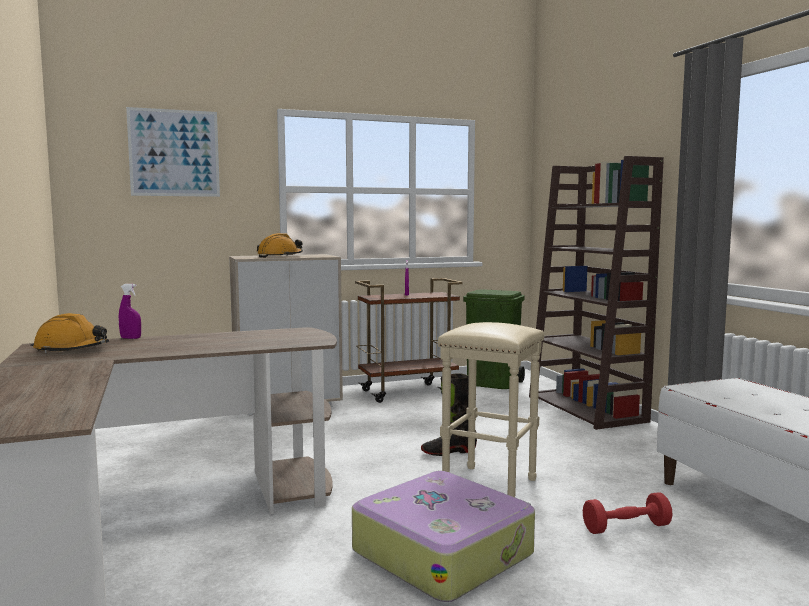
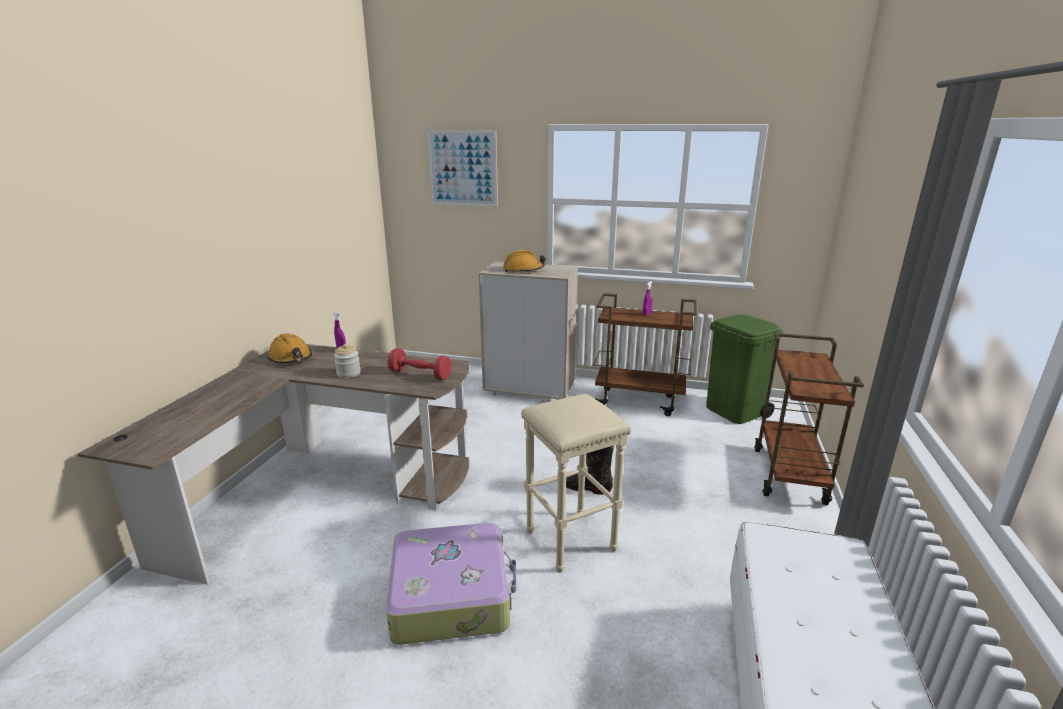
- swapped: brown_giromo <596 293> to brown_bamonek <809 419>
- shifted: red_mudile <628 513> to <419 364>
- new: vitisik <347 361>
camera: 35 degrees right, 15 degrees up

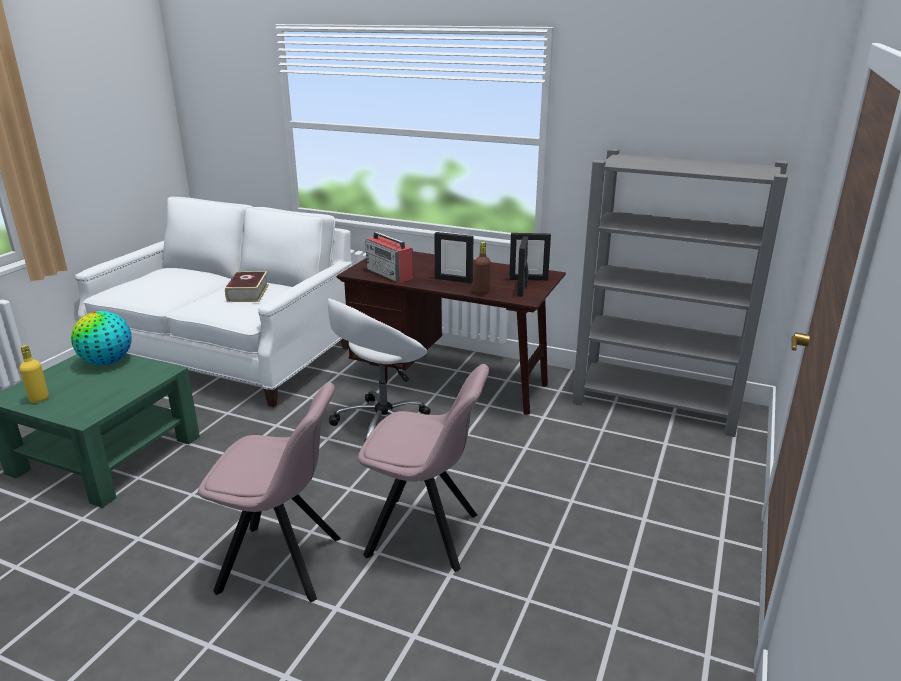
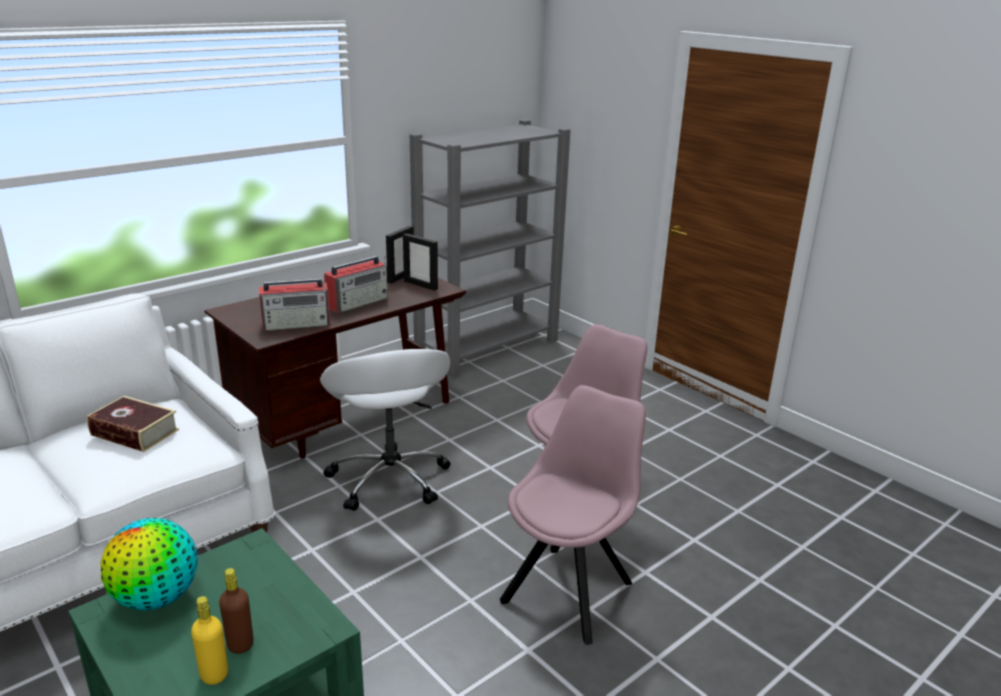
- swapped: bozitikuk <453 257> to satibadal <356 284>
- shifted: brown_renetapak <483 268> to <236 611>
camera: 65 degrees left, 0 degrees up

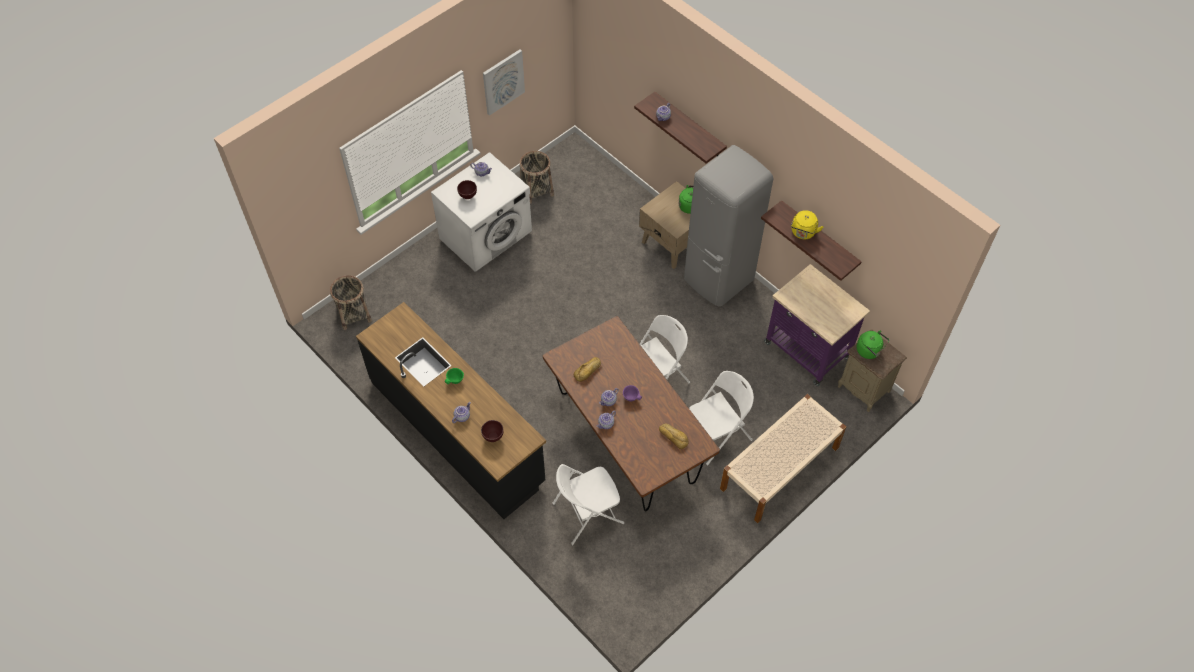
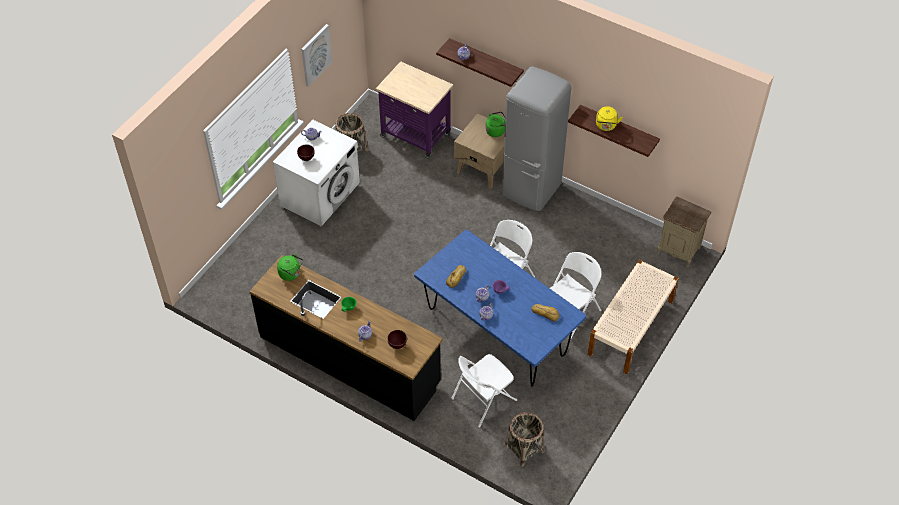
- shifted: purple_bamonek <817 325> to <414 110>
- shifted: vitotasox <351 303> to <525 439>
- repainted: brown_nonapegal <631 414> to blue_nonapegal <500 308>
- shifted: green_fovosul <873 344> to <290 267>
camera: 15 degrees left, 5 degrees down

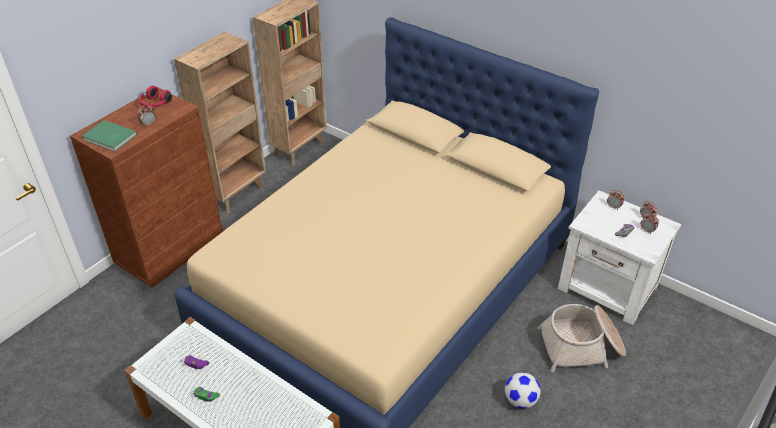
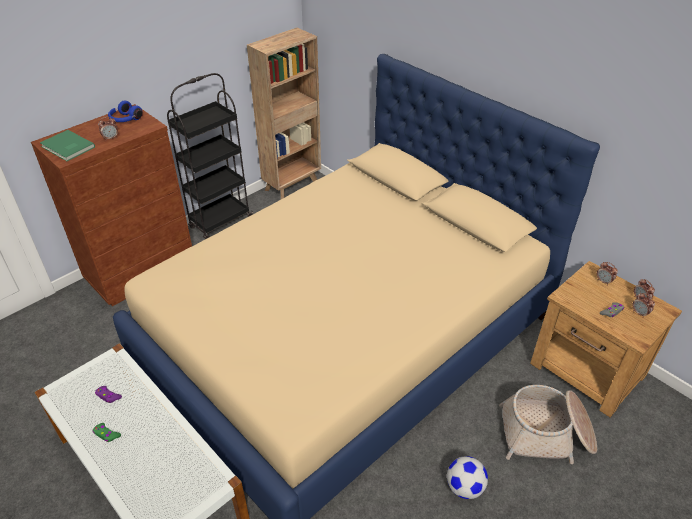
- swapped: brown_giromo <220 122> to black_bamonek <211 156>
- repainted: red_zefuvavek <155 97> to blue_zefuvavek <125 111>
- repainted: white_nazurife <619 258> to brown_nazurife <606 339>
camera: 10 degrees right, 0 degrees up

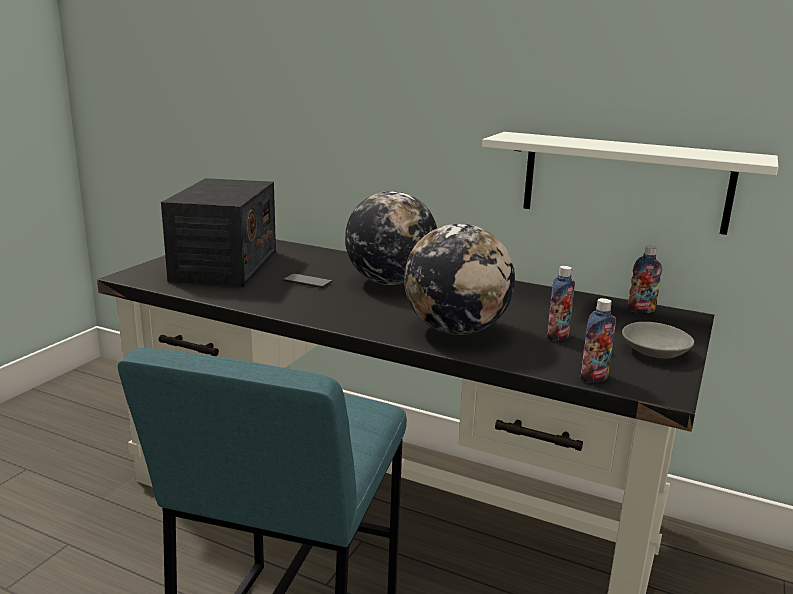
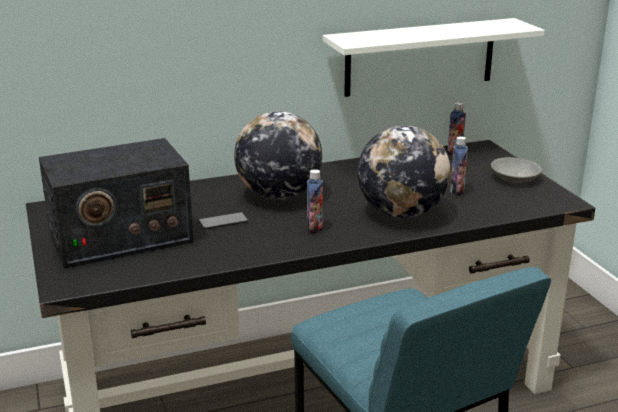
- rotated: satibadal <218 232> = <116 203> 105 degrees clockwise
- shifted: renetapak <598 340> to <315 201>
camera: 45 degrees left, 5 degrees up

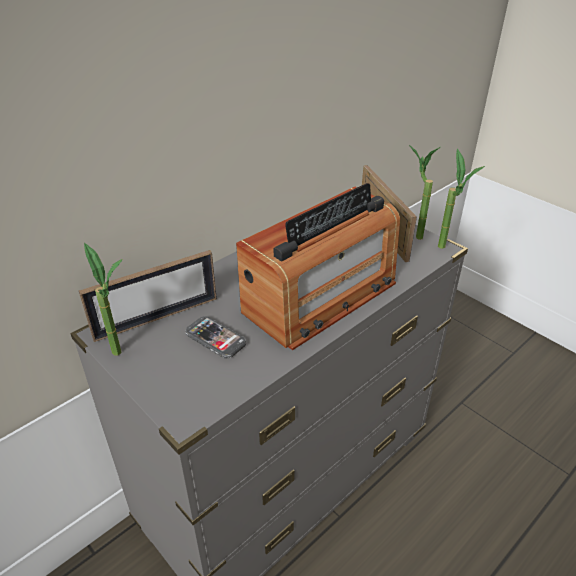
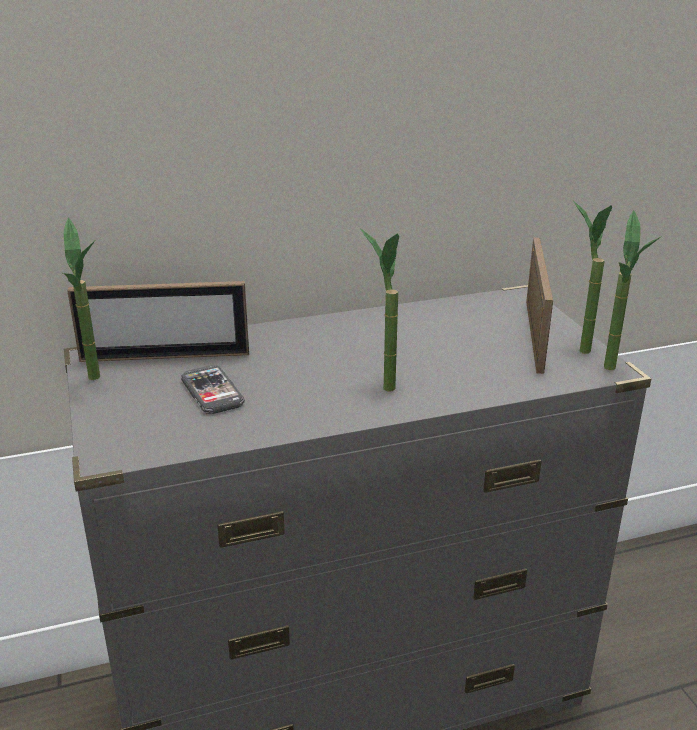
- swapped: satibadal <318 266> to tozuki <379 310>
camera: 25 degrees right, 10 degrees down

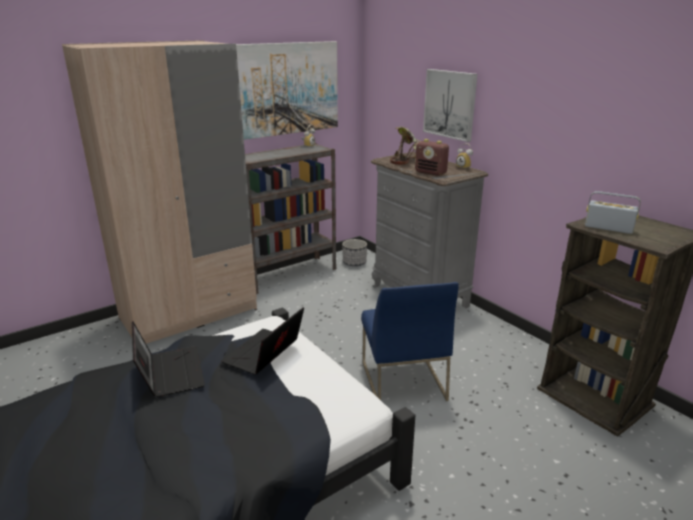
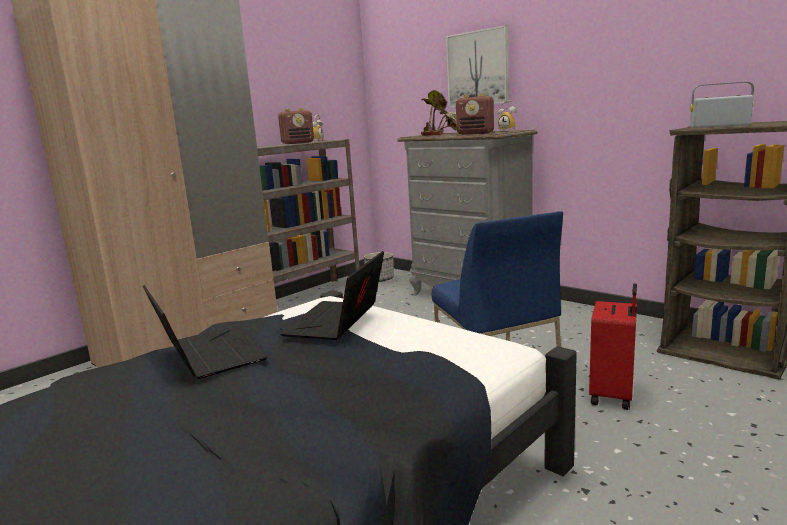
- gone: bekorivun <287 90>
- new: satibadal <296 126>
- new: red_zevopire <613 346>
camera: 10 degrees left, 10 degrees down

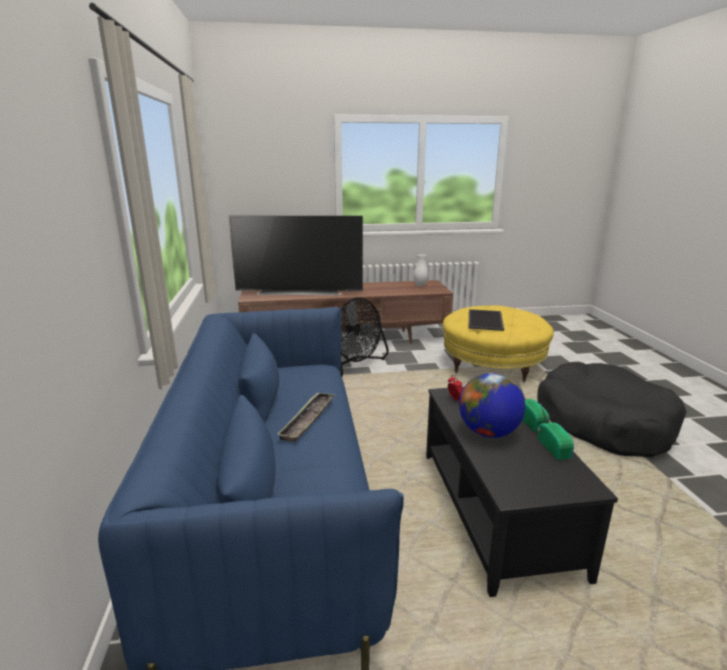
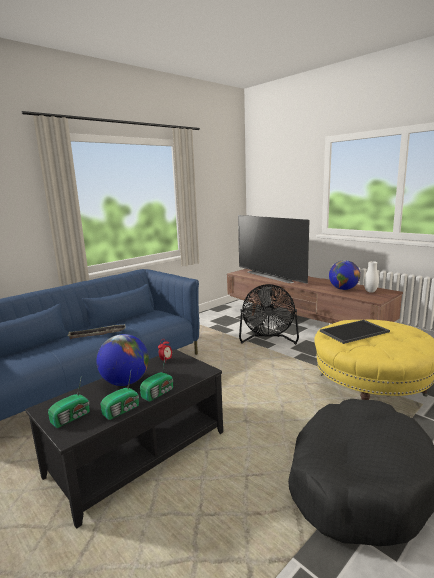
- new: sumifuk <344 275>
- new: satibadal <69 401>
camera: 55 degrees right, 5 degrees down

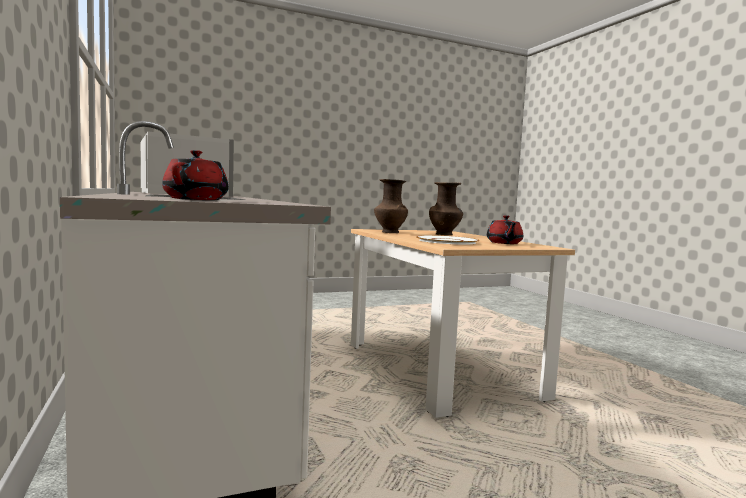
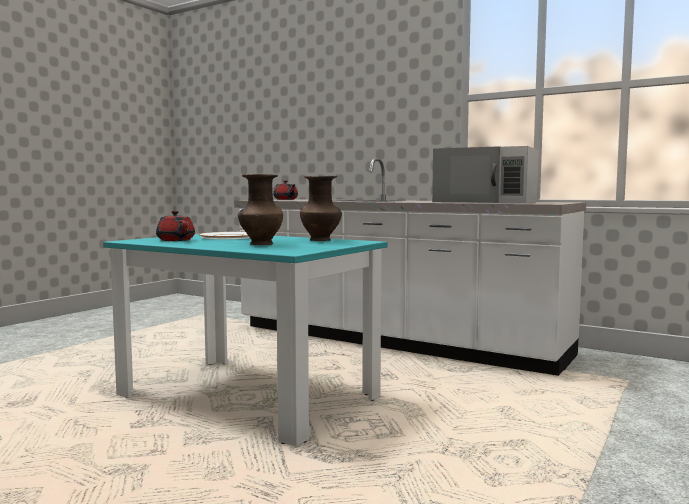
- repainted: beige_nonapegal <463 323> to turquoise_nonapegal <245 340>
camera: 145 degrees right, 0 degrees up

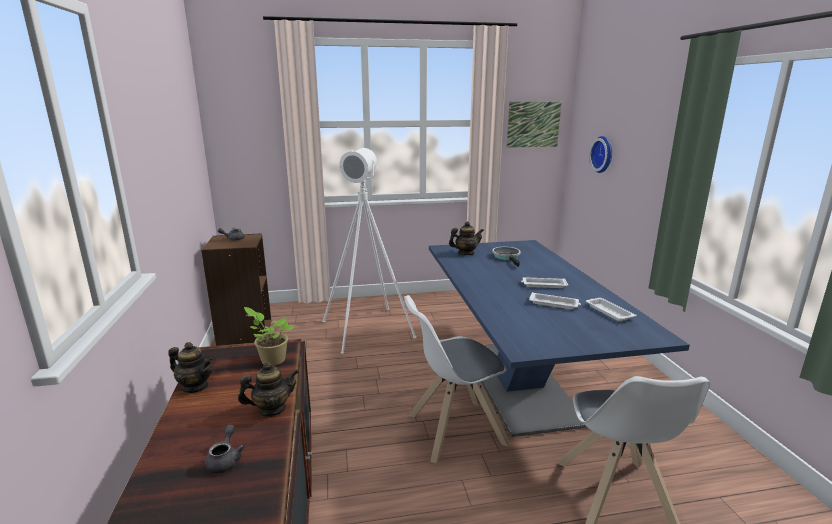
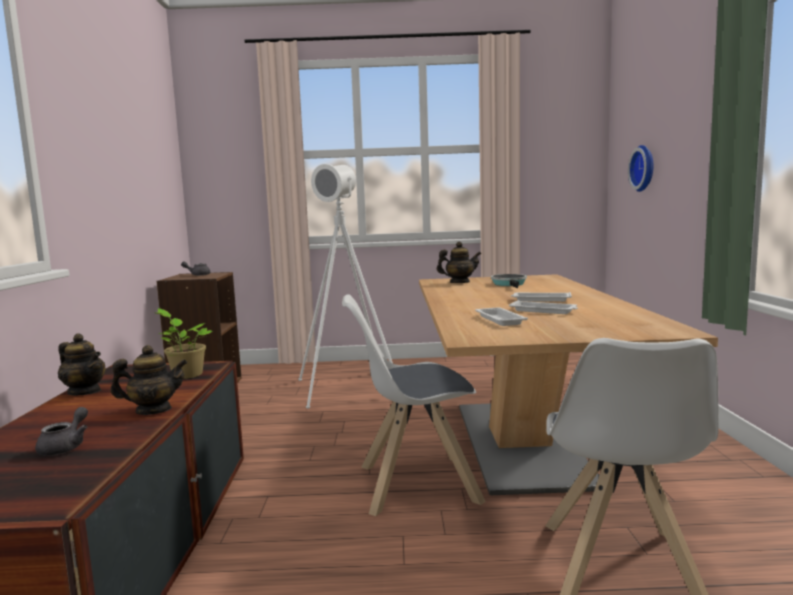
- gone: bekorivun <533 125>
- repainted: blue_nonapegal <559 338> to beige_nonapegal <568 384>
- shifted: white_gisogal <611 309> to <501 316>
camera: 10 degrees right, 10 degrees down

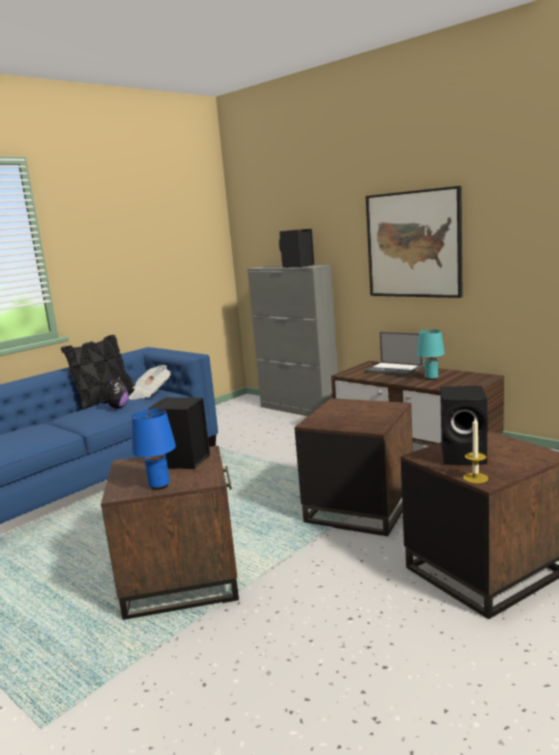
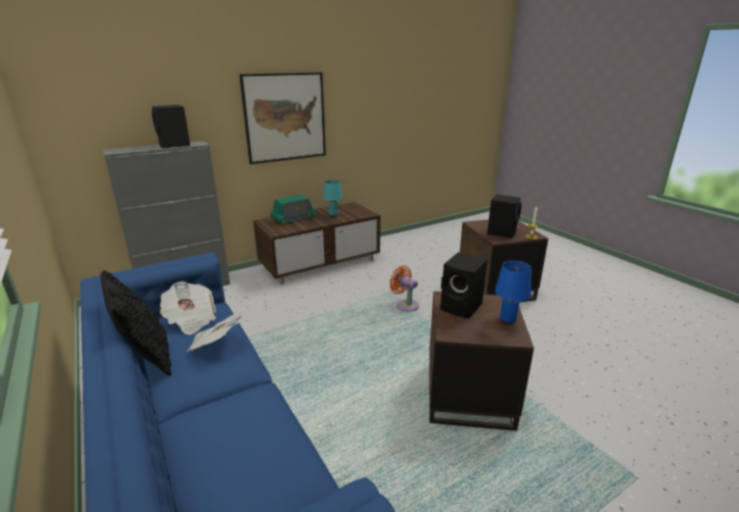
- swapped: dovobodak <394 354> to satibadal <294 209>
- swapped: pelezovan <114 392> to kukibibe <215 331>
- swapped: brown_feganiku <353 467> to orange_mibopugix <404 288>
camera: 75 degrees left, 10 degrees up

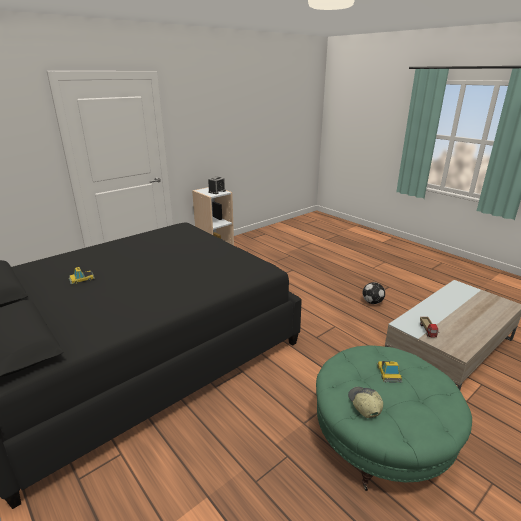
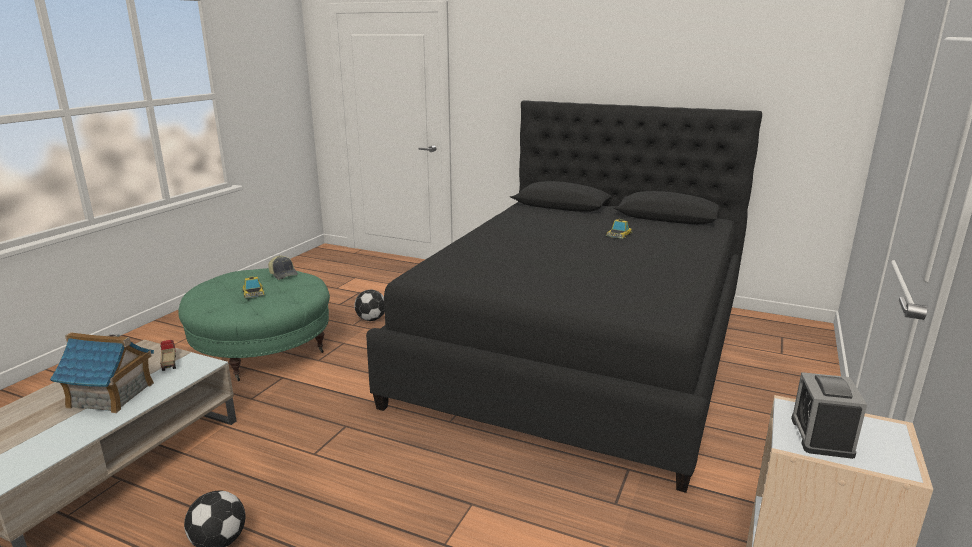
- new: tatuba <369 305>
- new: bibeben <102 372>
camera: 155 degrees right, 5 degrees down

